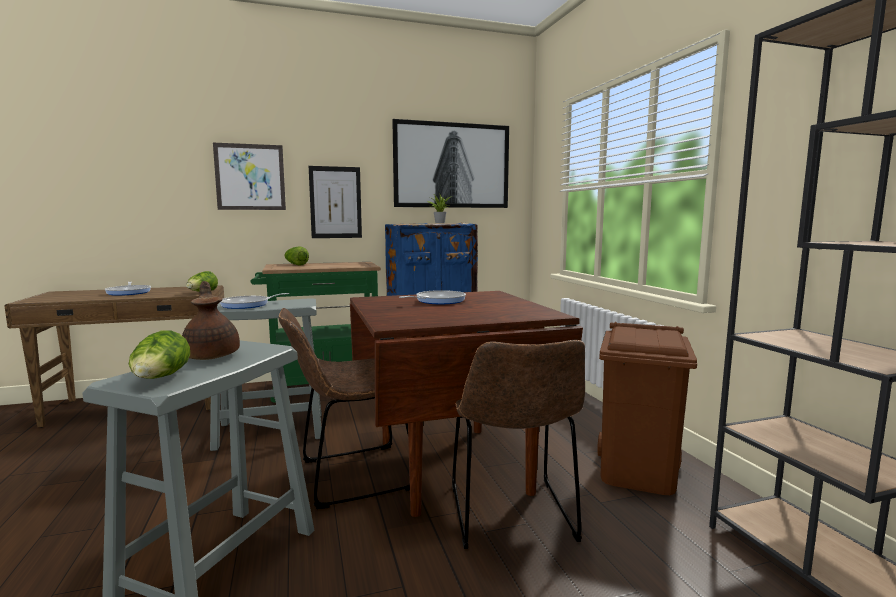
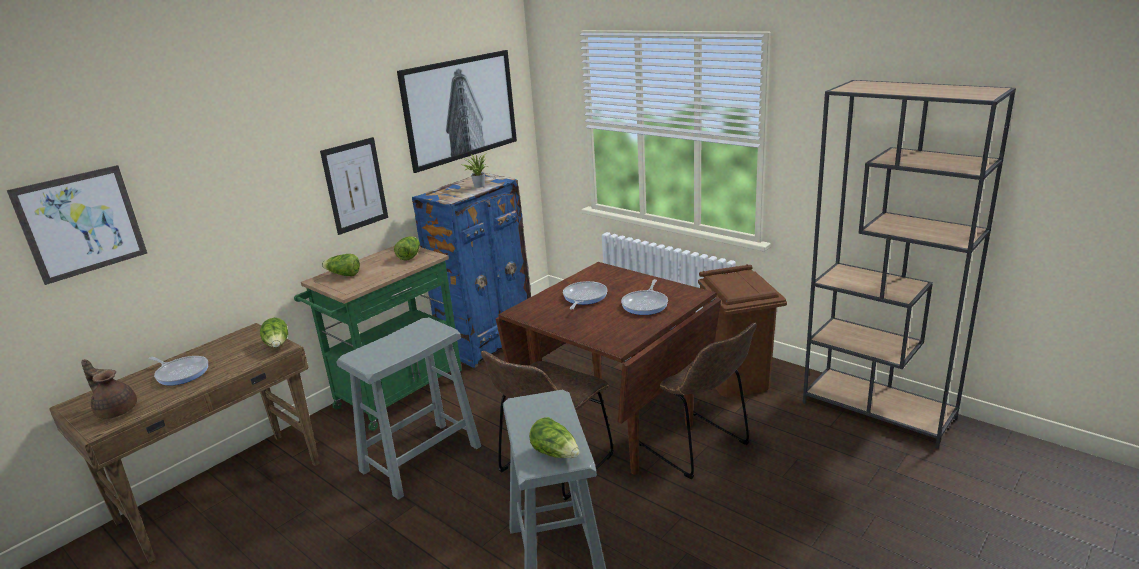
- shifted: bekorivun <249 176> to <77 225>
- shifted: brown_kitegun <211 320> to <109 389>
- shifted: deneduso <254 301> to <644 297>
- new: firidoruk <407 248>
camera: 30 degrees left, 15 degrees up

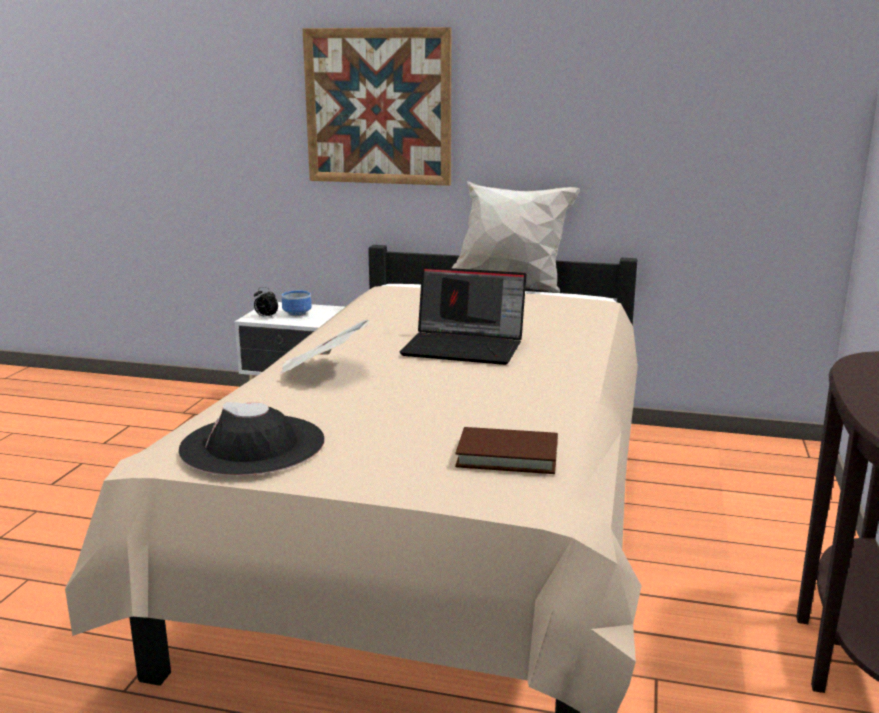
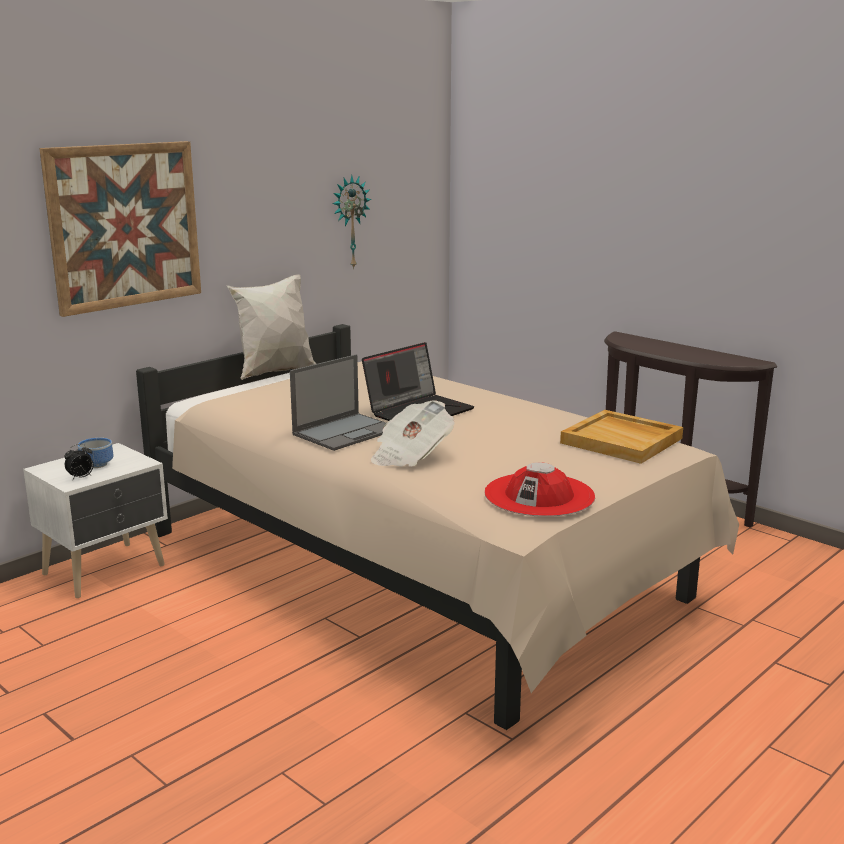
- repainted: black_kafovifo <251 439> to red_kafovifo <539 489>
- swapped: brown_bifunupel <506 450> to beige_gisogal <621 437>
- new: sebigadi <352 222>
- new: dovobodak <338 402>
camera: 60 degrees left, 0 degrees up

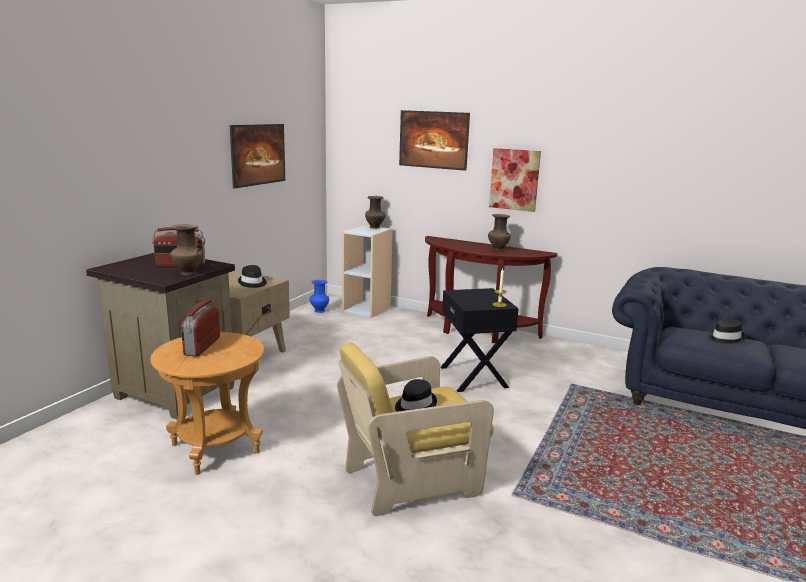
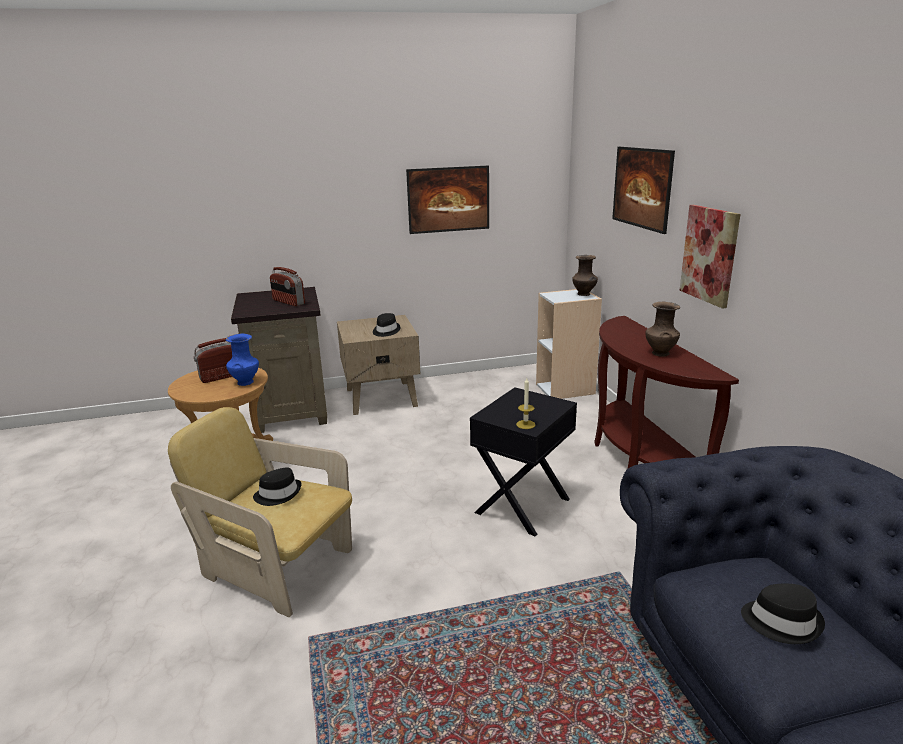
- gone: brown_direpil <186 249>
- shifted: blue_direpil <319 296> to <242 360>
camera: 50 degrees right, 5 degrees up

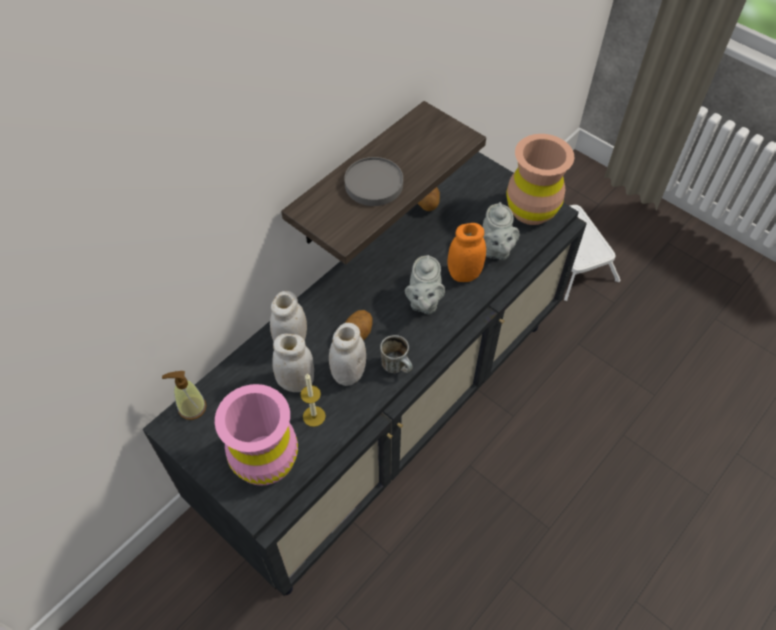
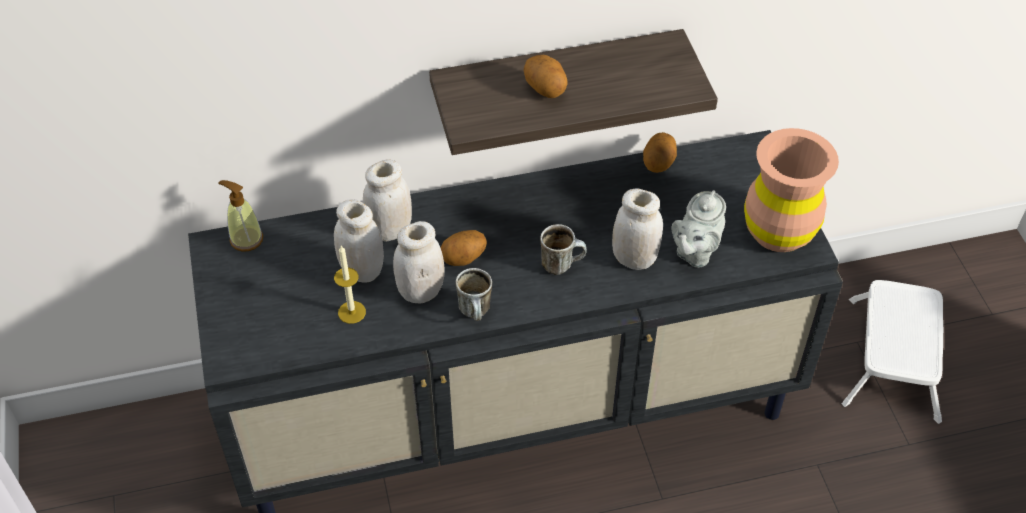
- swapped: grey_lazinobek <373 181> to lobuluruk <545 76>
- repainted: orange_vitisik <467 252> to white_vitisik <637 229>
- swapped: grey_kitegun <425 284> to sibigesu <563 249>
- gone: pink_direpil <256 434>
camera: 35 degrees right, 5 degrees down

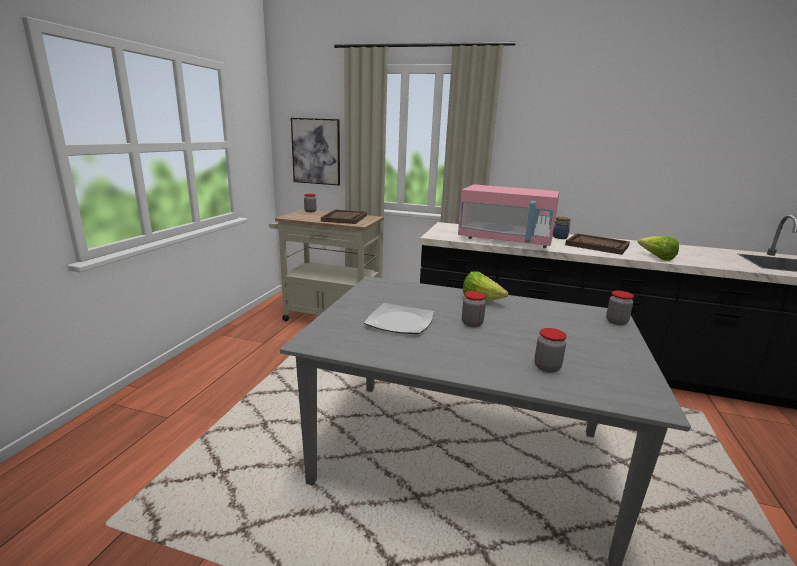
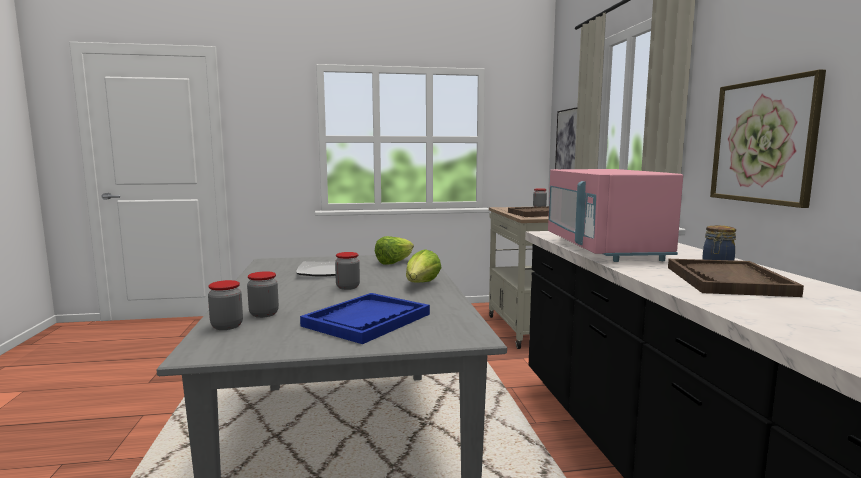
- shifted: firidoruk <658 248> to <394 250>
- shifted: vitisik <620 308> to <225 305>
- new: bekorivun <768 138>
- new: blue_gisogal <365 318>
camera: 65 degrees right, 10 degrees down

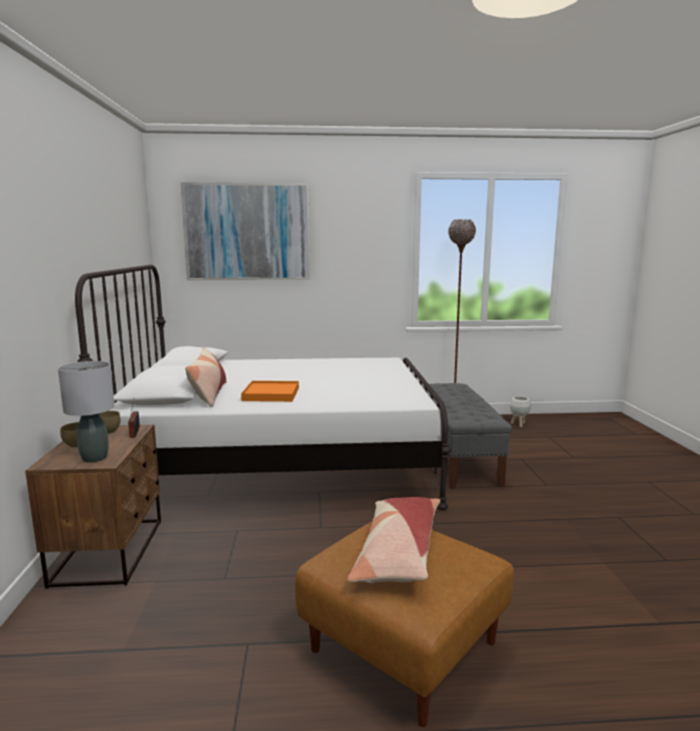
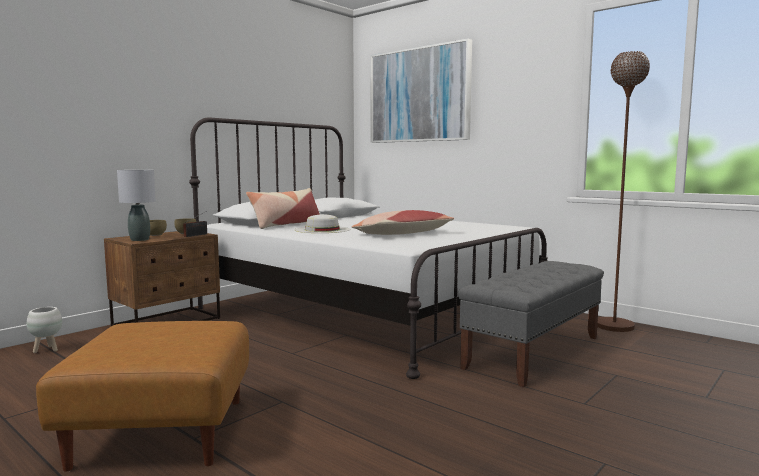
- swapped: orange_gisogal <270 391> to white_kafovifo <322 223>
- shifted: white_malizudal <520 411> to <44 330>
- shifted: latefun <393 540> to <403 222>
camera: 45 degrees right, 5 degrees down

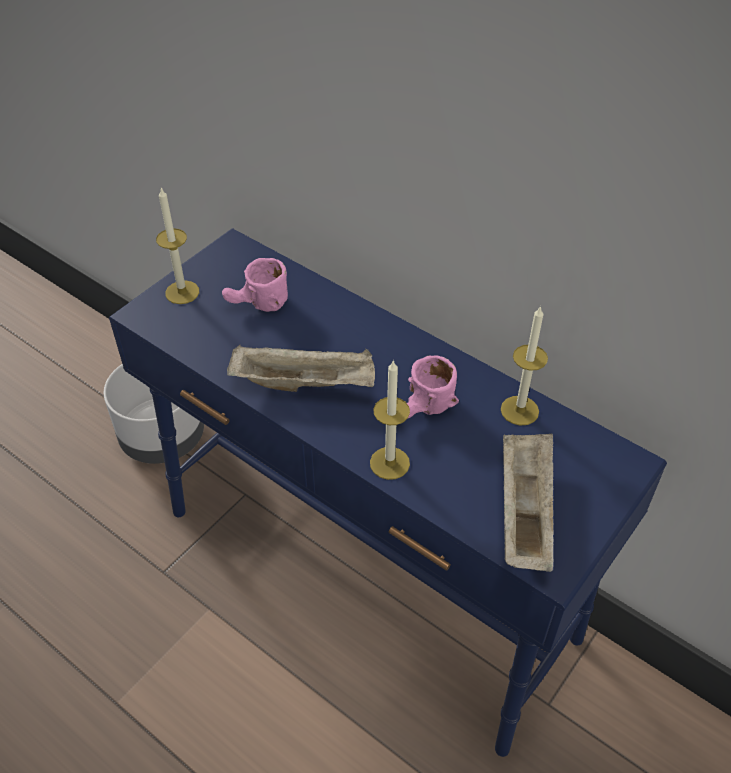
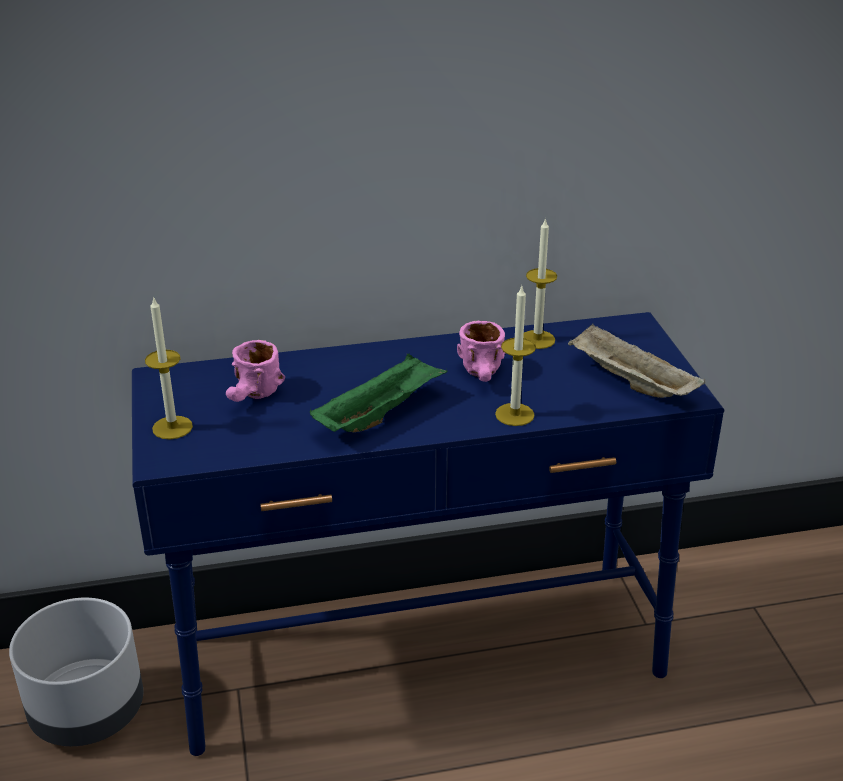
- repainted: beige_gisogal <301 368> to green_gisogal <378 392>
camera: 50 degrees left, 15 degrees down

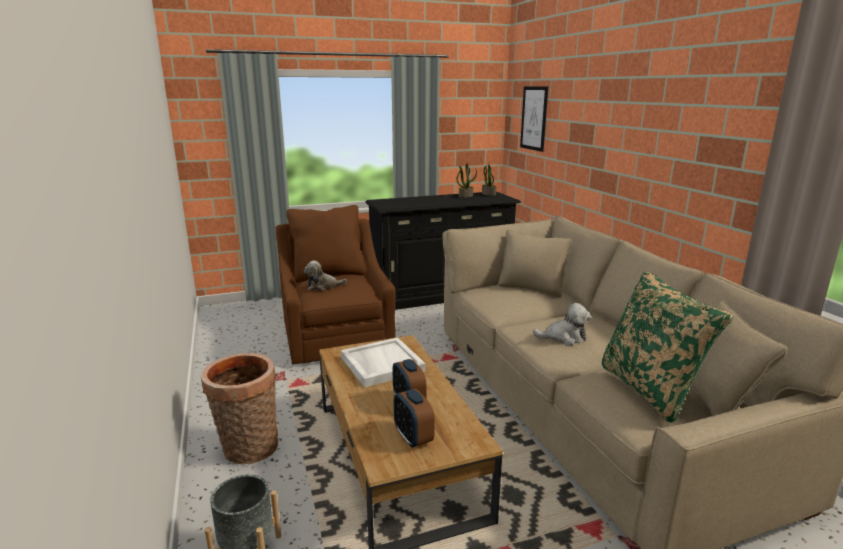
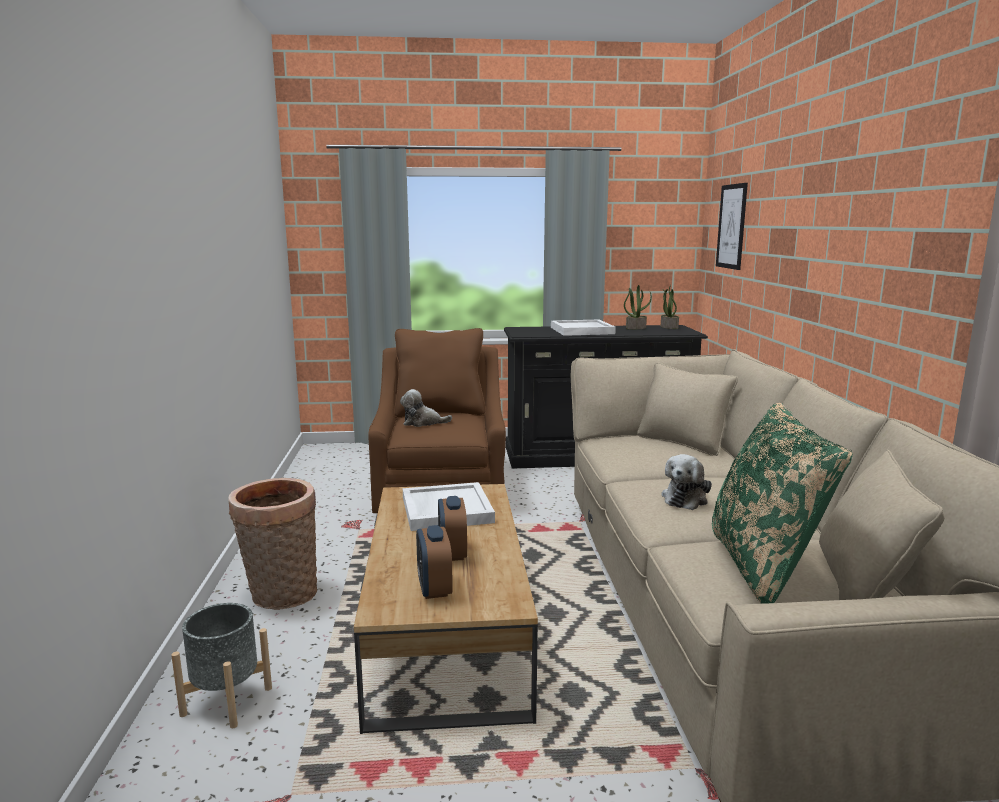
- rotated: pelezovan <562 324> = <687 482> 105 degrees clockwise
- new: white_gisogal <583 328>
camera: 15 degrees right, 5 degrees down

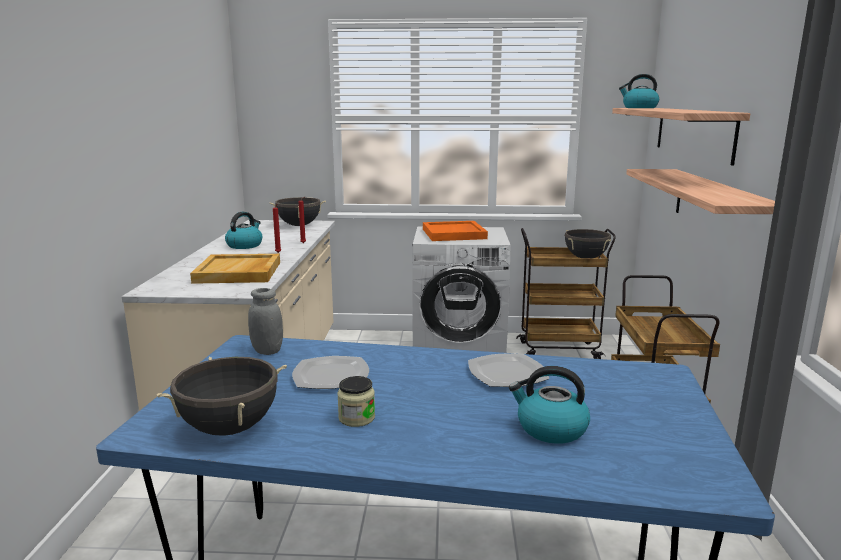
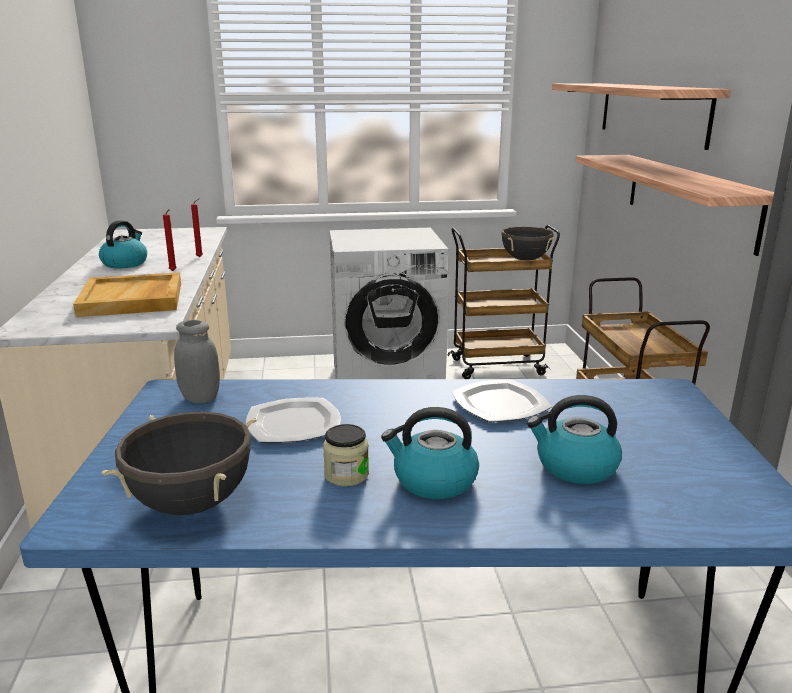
- shifted: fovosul <639 91> to <430 453>
- gone: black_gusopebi <298 211>
- gone: orange_gisogal <455 231>
camera: 10 degrees left, 5 degrees up

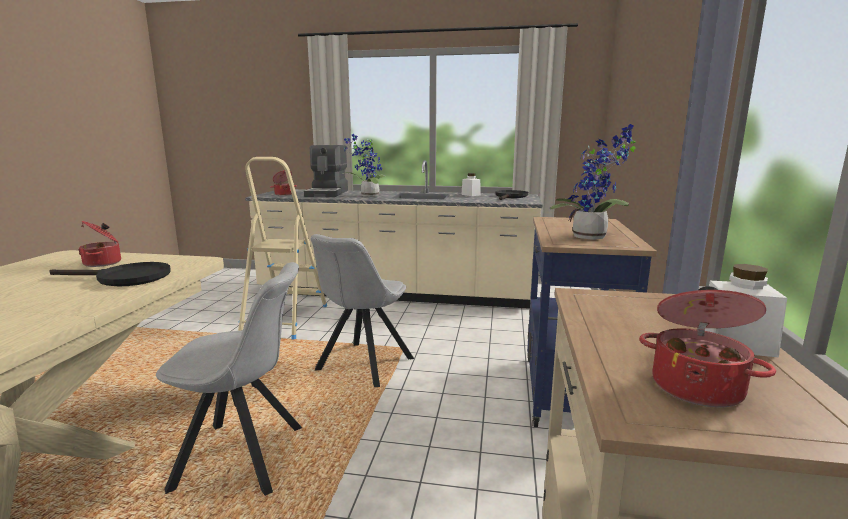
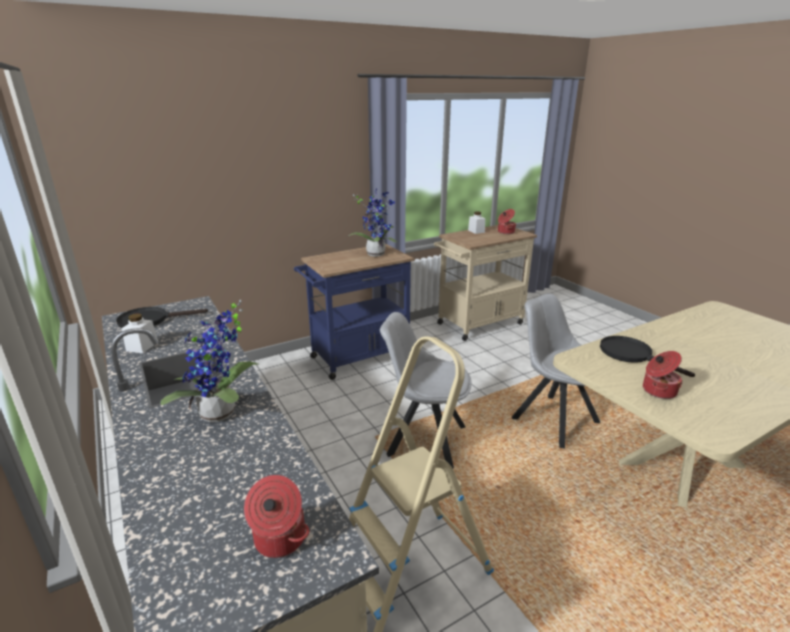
- gone: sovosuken <326 171>
- rotated: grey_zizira <362 310> = <425 390> 150 degrees counterclockwise
camera: 130 degrees left, 10 degrees up

